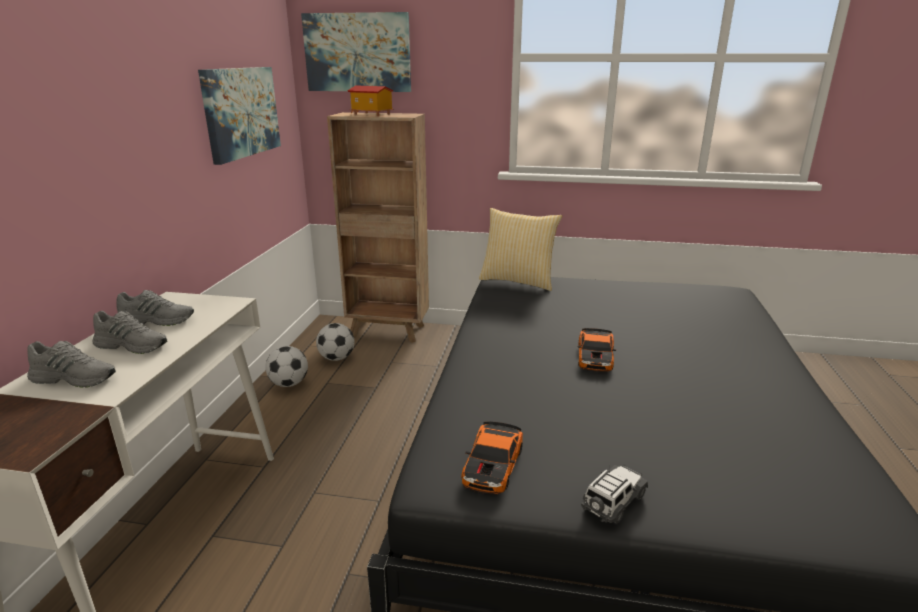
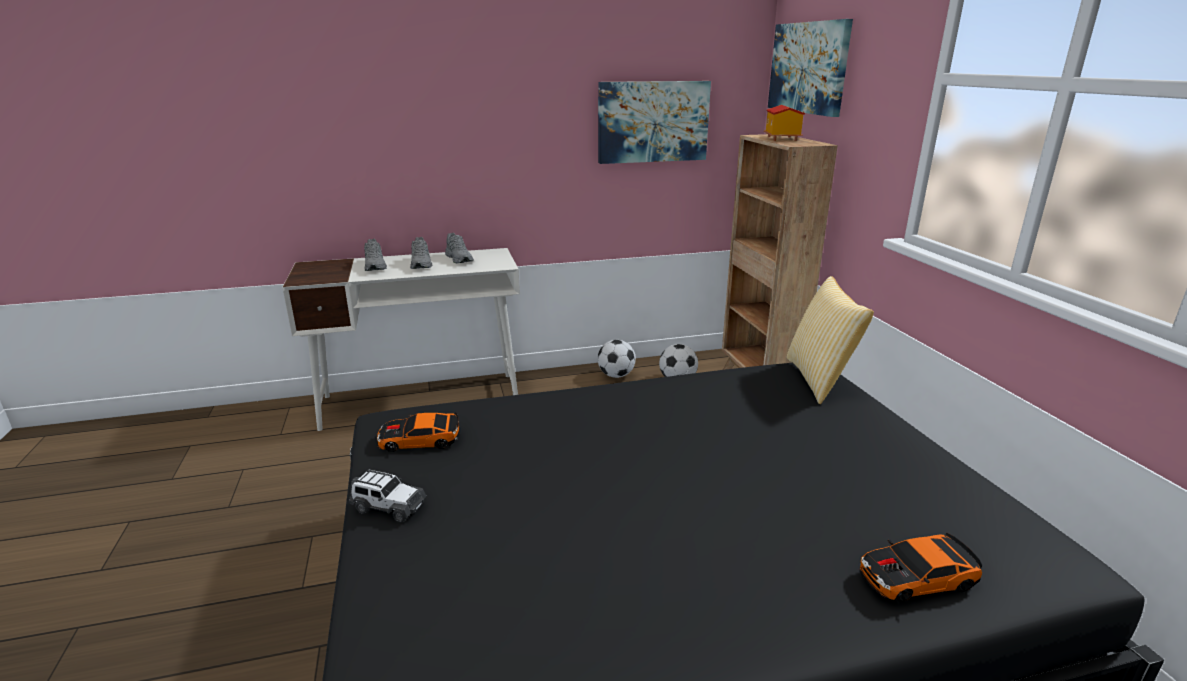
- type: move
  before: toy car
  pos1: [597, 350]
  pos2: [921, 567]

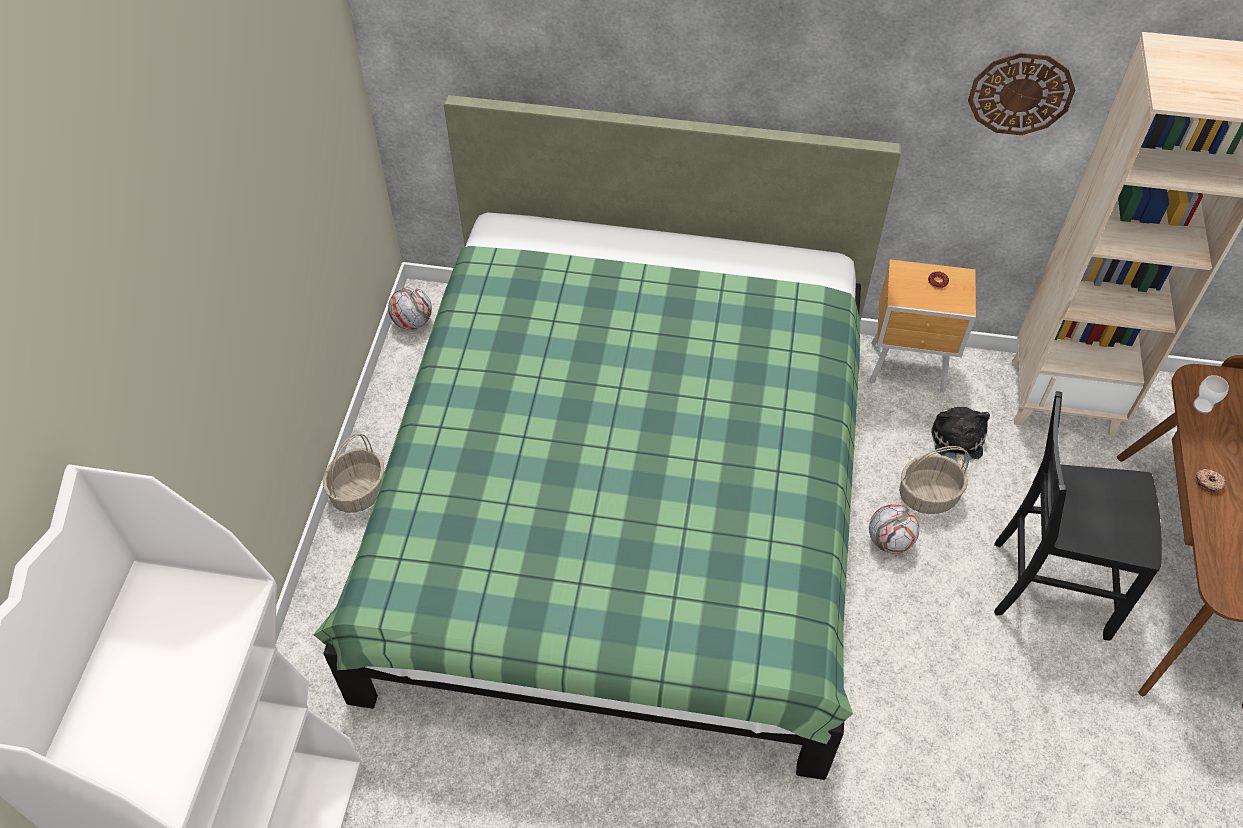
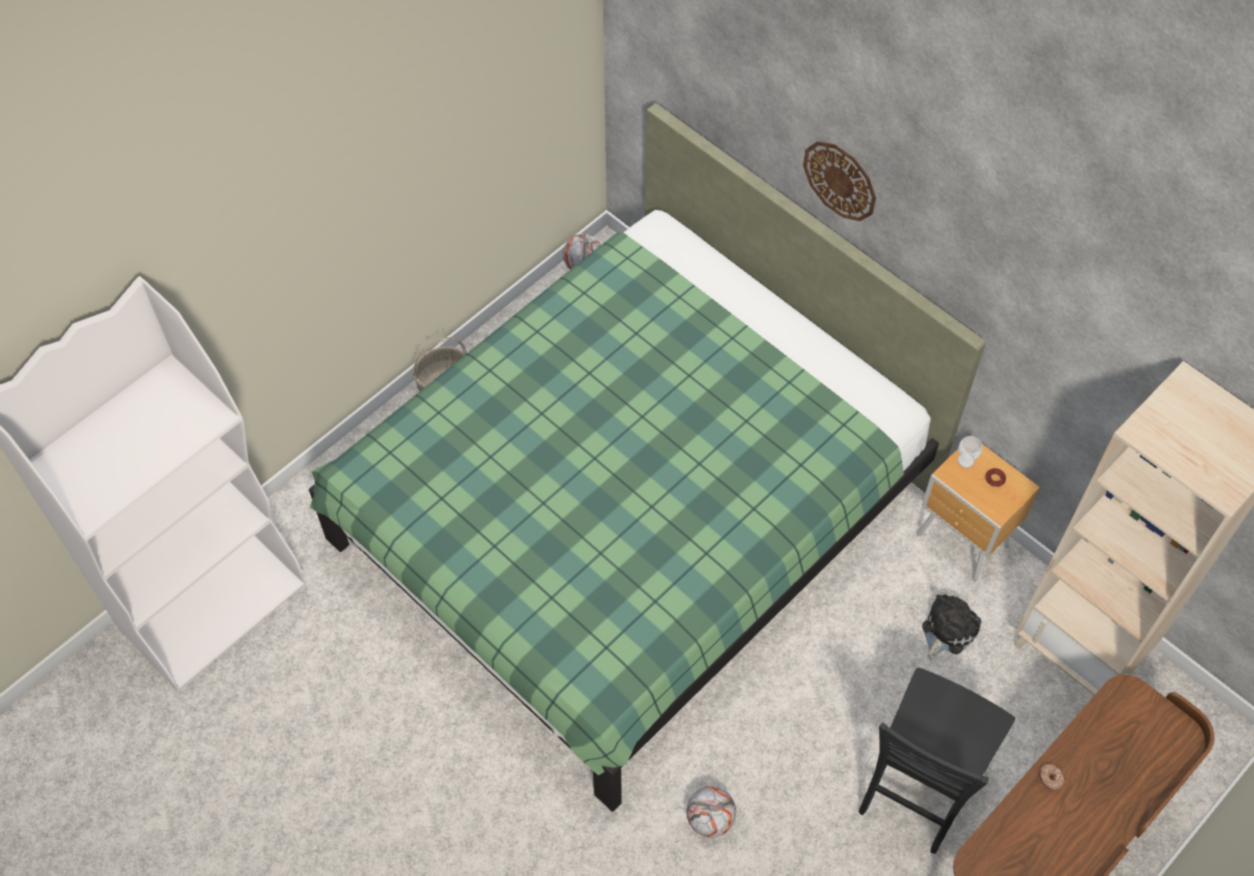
- type: move
  before: ball for football
  pos1: [894, 528]
  pos2: [711, 811]
- type: delete
  before: basket
  pos1: [934, 480]
- type: move
  before: hanging clock
  pos1: [1021, 94]
  pos2: [839, 181]
- type: rotate
  before: black upright chair
  pos1: [1078, 516]
  pos2: [937, 761]
  turn: -105
- type: move
  before: drinking cup
  pos1: [1211, 394]
  pos2: [970, 452]

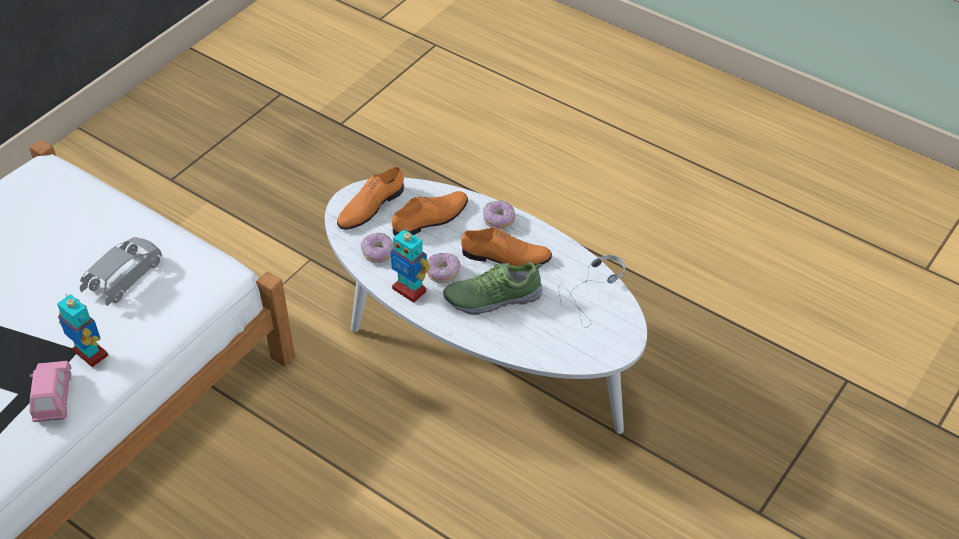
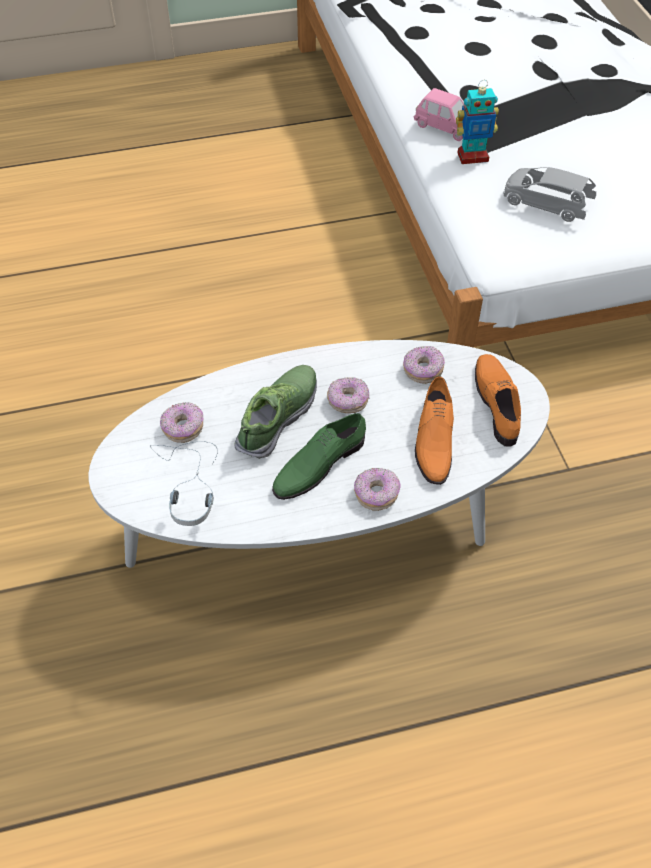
- type: rotate
  before: grey toy car
  pos1: [121, 271]
  pos2: [550, 194]
  turn: 135
- type: delete
  before: model robot
  pos1: [410, 265]
- type: recolor
  before: orange-coloured item of footwear
  after: greenish item of footwear
  pos1: [506, 246]
  pos2: [319, 456]
- type: insert
  after: ring doughnut
  pos2: [181, 422]

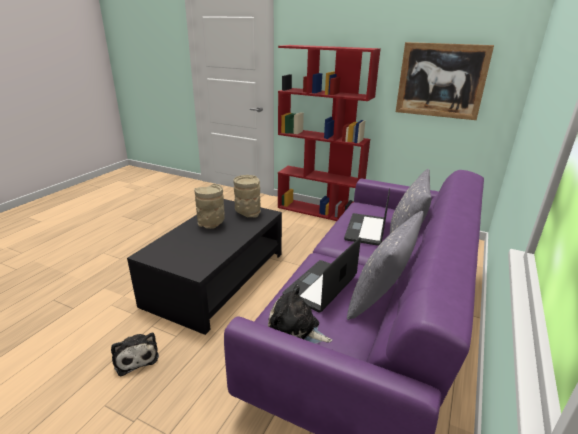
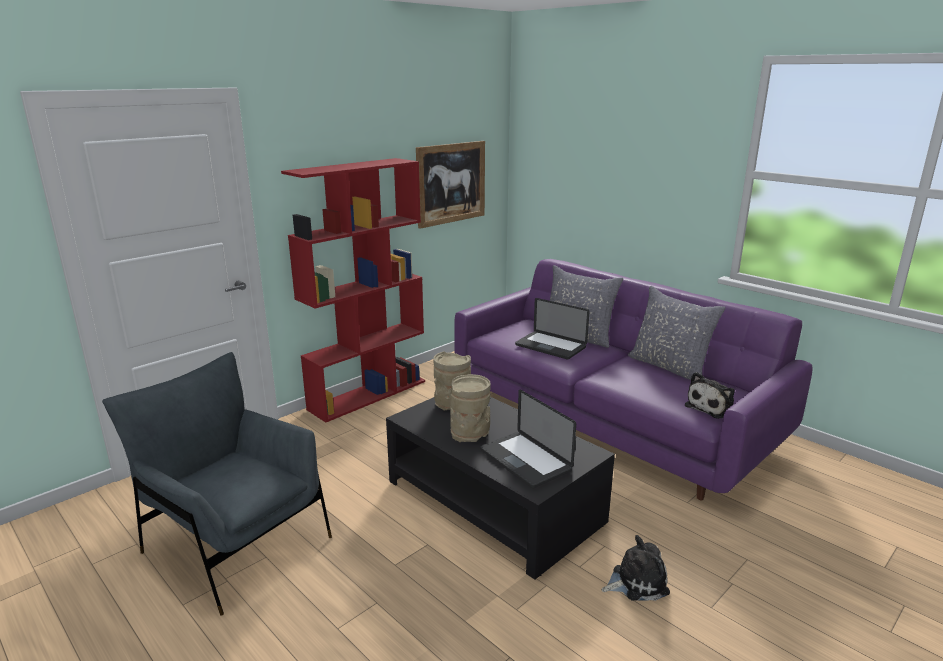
- type: move
  before: laptop
  pos1: [322, 275]
  pos2: [528, 439]
- type: insert
  after: grey easy chair
  pos2: [217, 484]

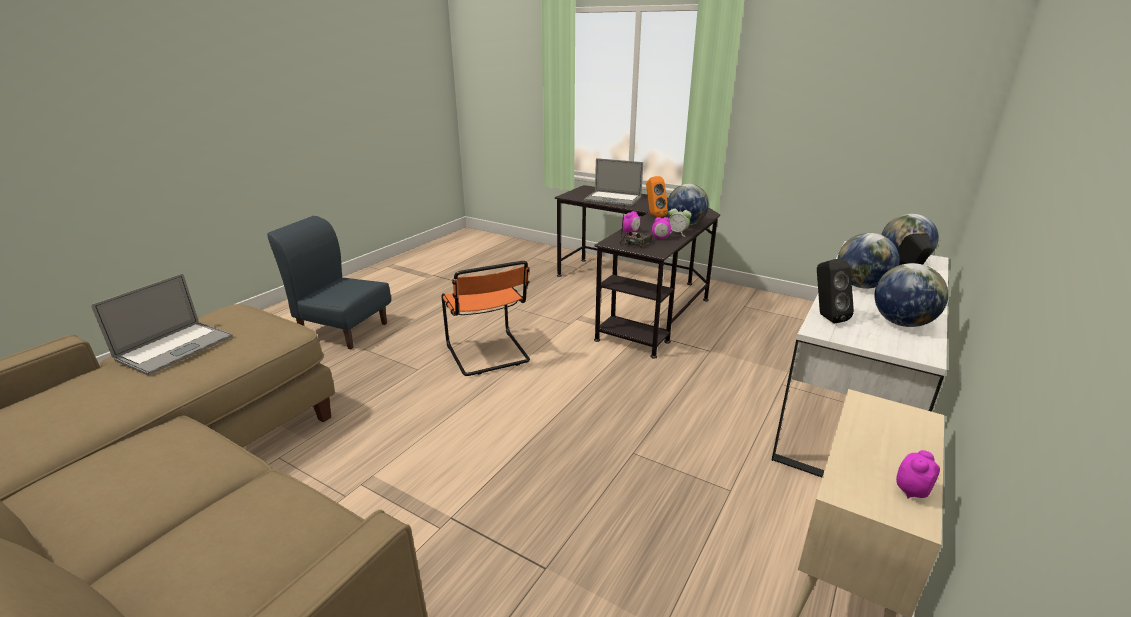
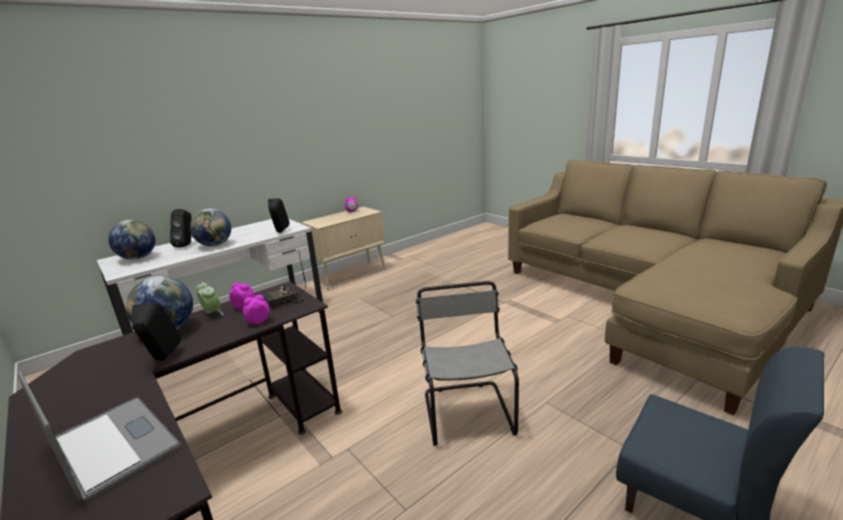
- type: delete
  before: laptop
  pos1: [162, 324]
- type: recolor
  before: orange-coloured upright chair
  after: grey upright chair
  pos1: [485, 318]
  pos2: [467, 363]
- type: recolor
  before: orange-coloured audio speaker
  after: black audio speaker
  pos1: [657, 196]
  pos2: [156, 332]
- type: delete
  before: globe
  pos1: [911, 295]

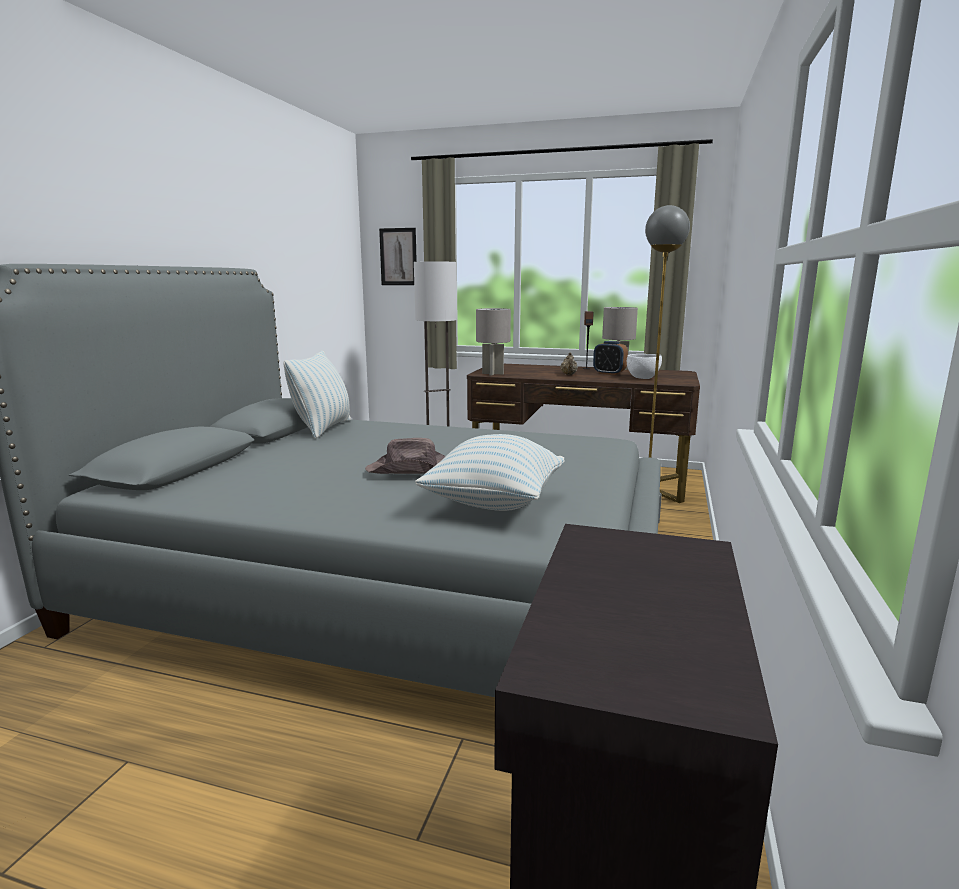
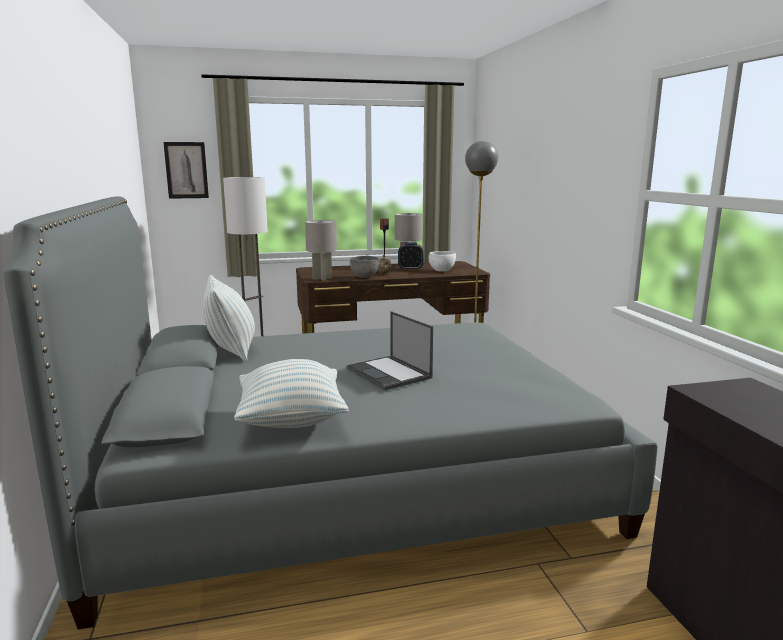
- type: replace
  before: brown-coloured hat
  after: laptop
  pos1: [405, 456]
  pos2: [390, 350]
- type: move
  before: pillow
  pos1: [490, 472]
  pos2: [291, 393]
- type: insert
  after: grey serving bowl
  pos2: [364, 267]

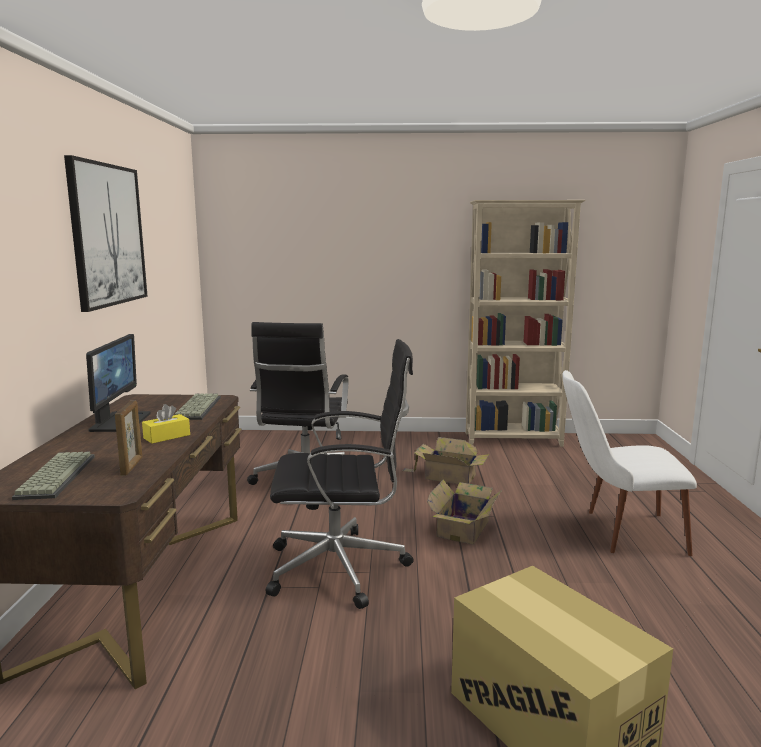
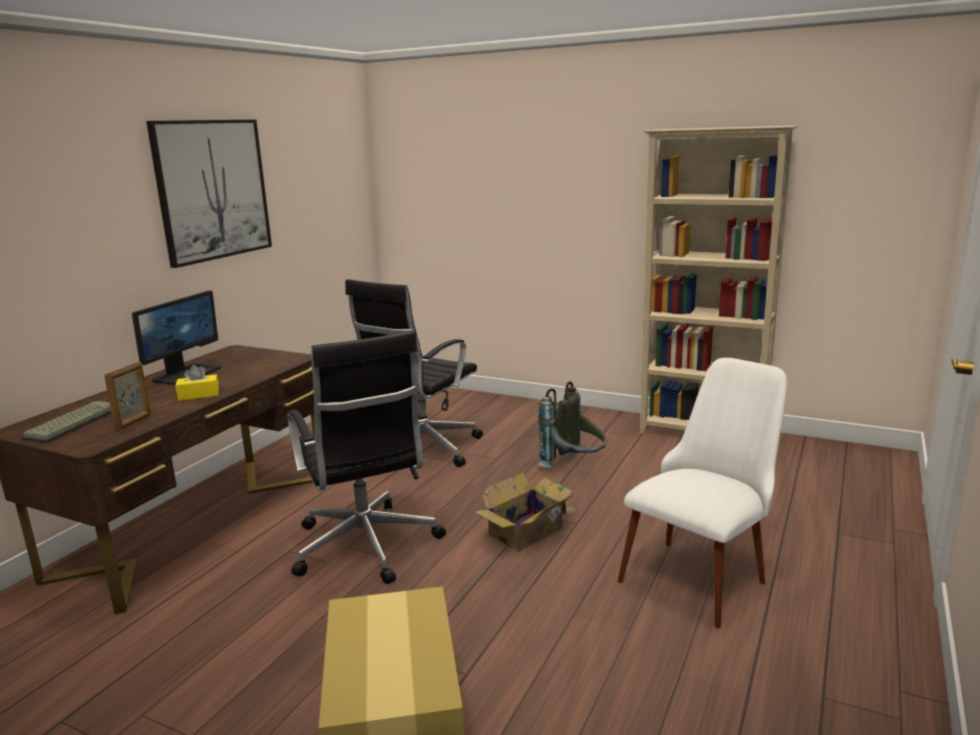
- type: delete
  before: keyboard
  pos1: [198, 407]
- type: rotate
  before: black desk chair
  pos1: [340, 474]
  pos2: [366, 457]
  turn: 45
- type: replace
  before: carton
  after: grey knapsack
  pos1: [446, 460]
  pos2: [572, 425]
- type: rotate
  before: white upright chair
  pos1: [629, 463]
  pos2: [702, 493]
  turn: 105

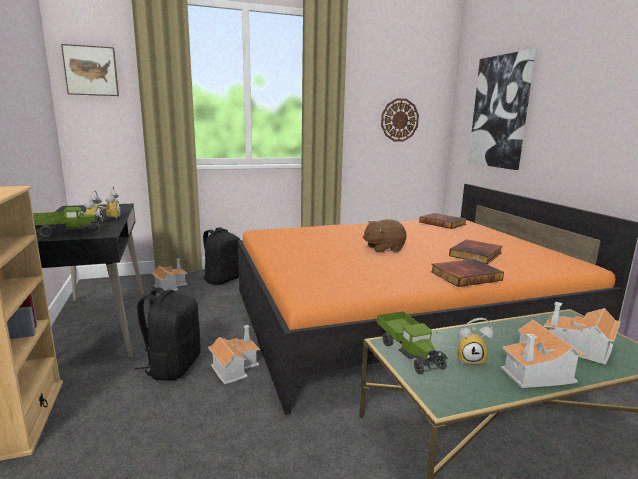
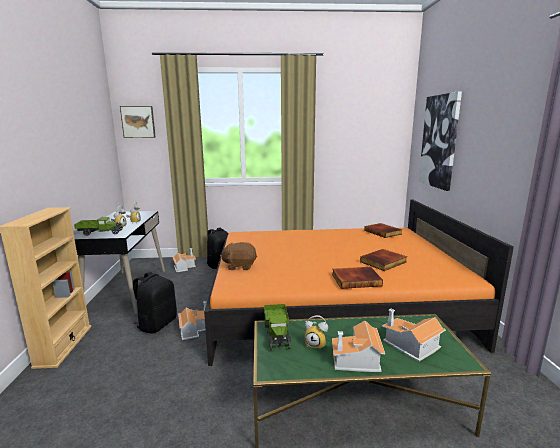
- type: move
  before: brown-coloured soft toy
  pos1: [385, 236]
  pos2: [238, 256]
- type: delete
  before: hanging clock
  pos1: [400, 119]

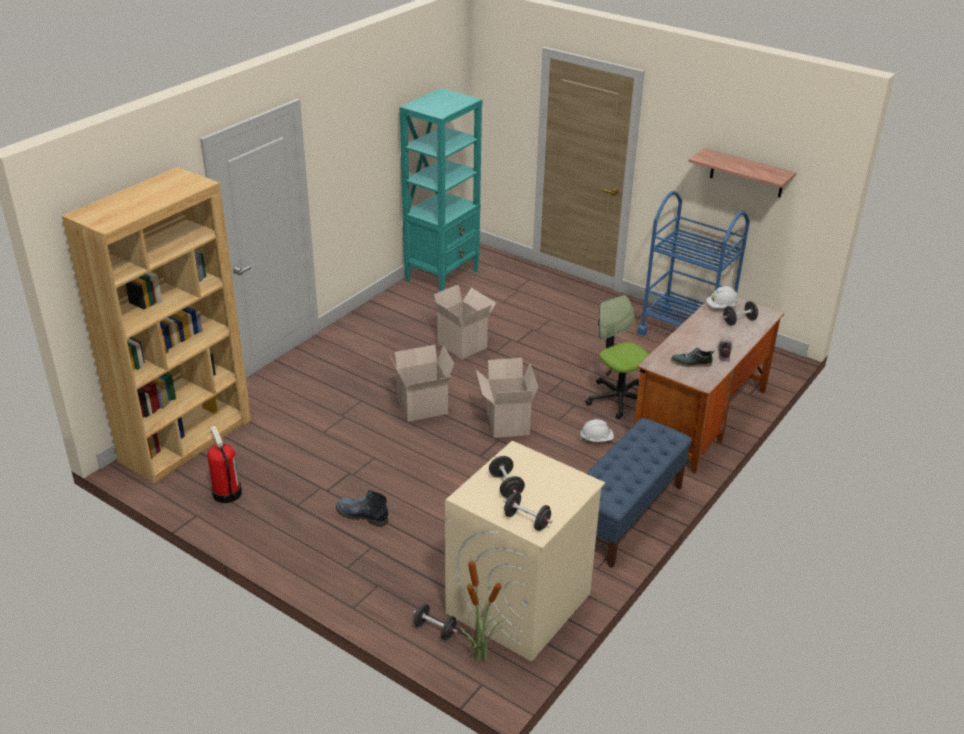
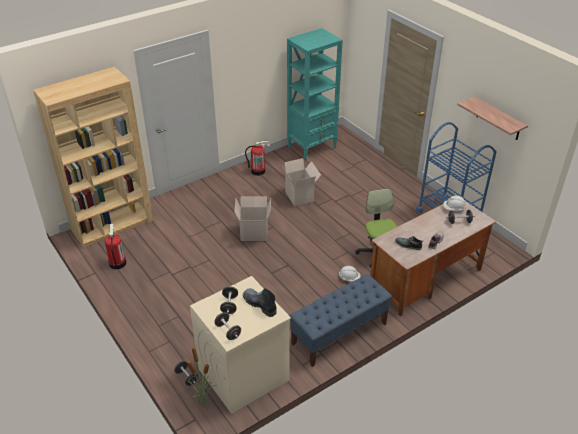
- type: move
  before: tall boot
  pos1: [362, 508]
  pos2: [260, 302]
- type: delete
  before: carton
  pos1: [507, 398]
- type: insert
  after: fire-fighting cylinder
  pos2: [258, 158]

